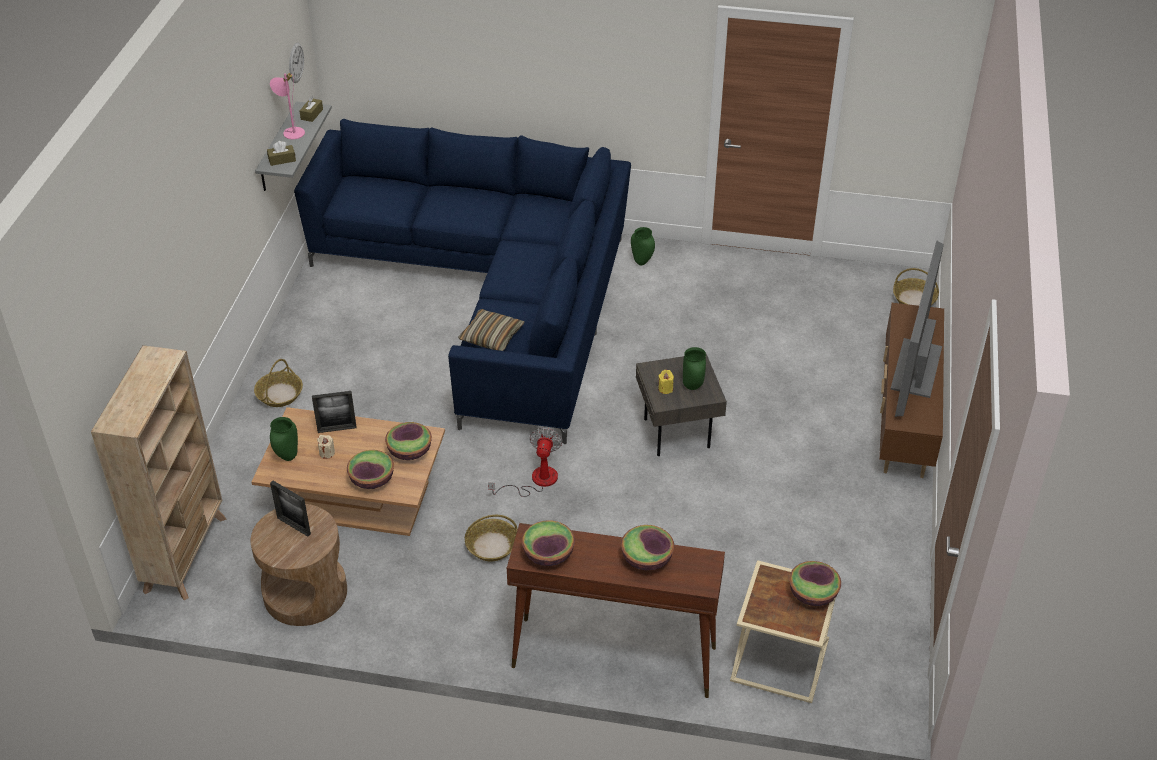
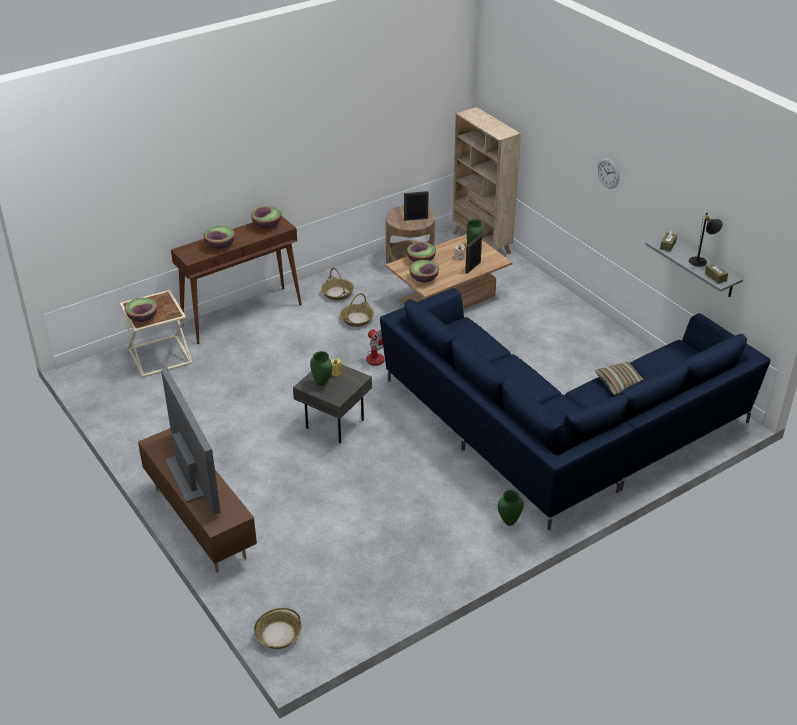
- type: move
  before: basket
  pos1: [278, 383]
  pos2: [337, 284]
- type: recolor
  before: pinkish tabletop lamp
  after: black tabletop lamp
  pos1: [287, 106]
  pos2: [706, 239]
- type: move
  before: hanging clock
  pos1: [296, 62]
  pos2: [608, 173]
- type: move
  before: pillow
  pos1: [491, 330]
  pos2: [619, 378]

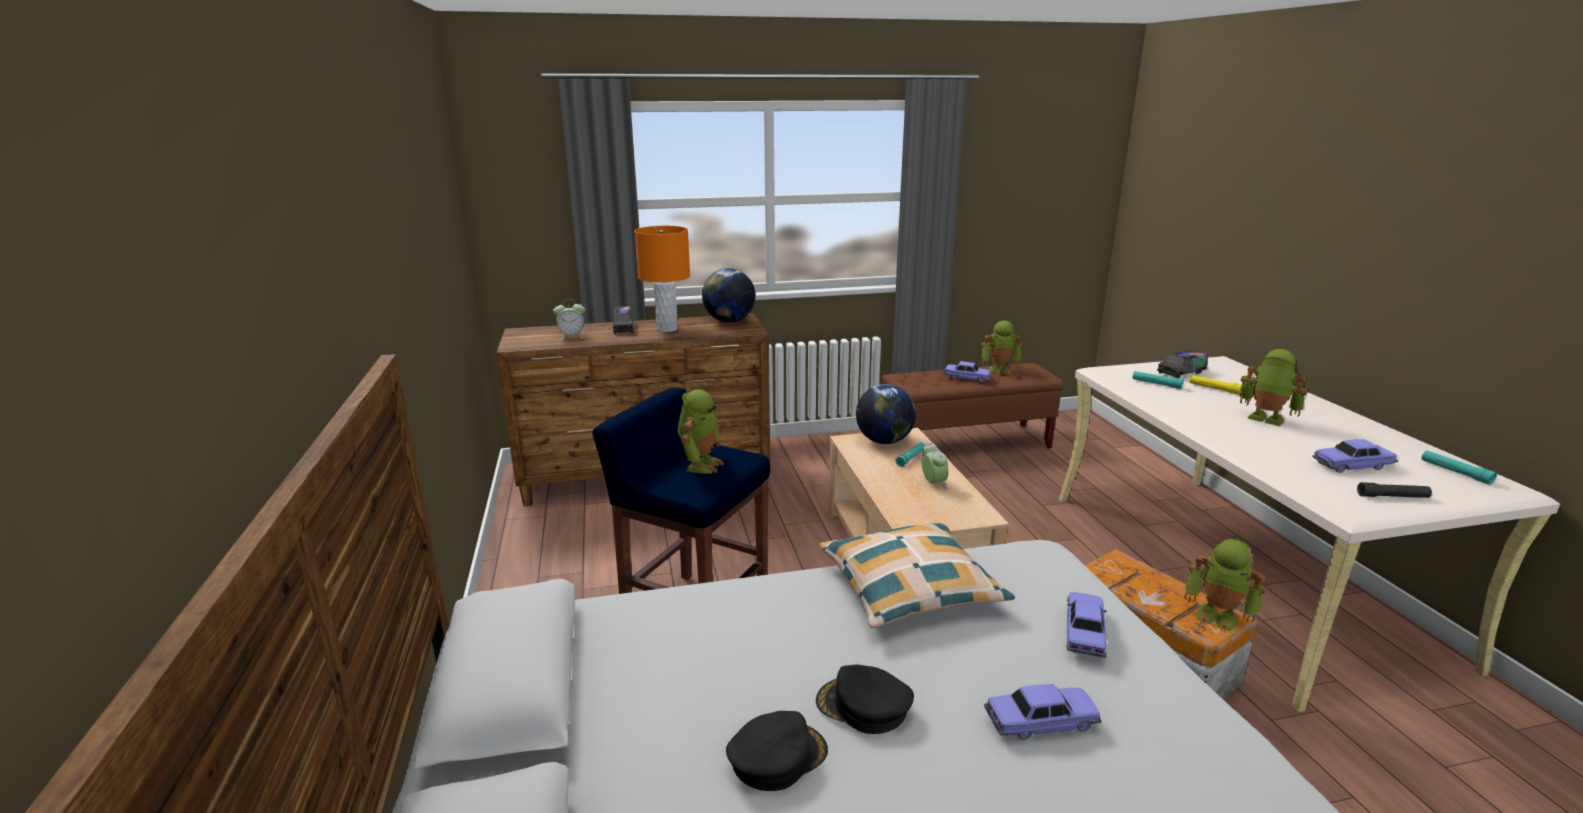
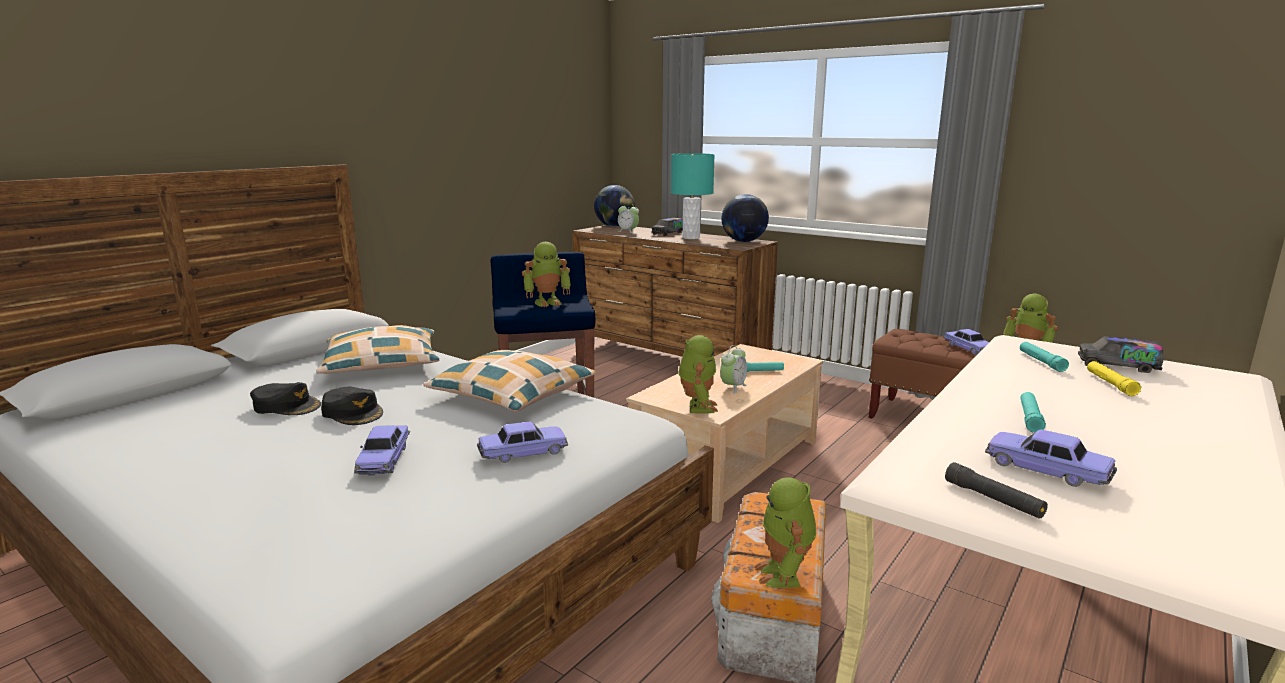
- type: recolor
  before: orange-coloured tabletop lamp
  after: turquoise tabletop lamp
  pos1: [662, 279]
  pos2: [693, 196]
- type: rotate
  before: black baseball cap
  pos1: [865, 699]
  pos2: [352, 406]
  turn: 150
- type: move
  before: globe
  pos1: [886, 414]
  pos2: [614, 206]
- type: rotate
  before: toy car
  pos1: [1043, 712]
  pos2: [382, 450]
  turn: 45
- type: move
  before: model robot
  pos1: [1273, 387]
  pos2: [698, 374]
- type: move
  before: turquoise hand torch
  pos1: [1459, 468]
  pos2: [1033, 412]
- type: insert
  after: pillow
  pos2: [377, 349]

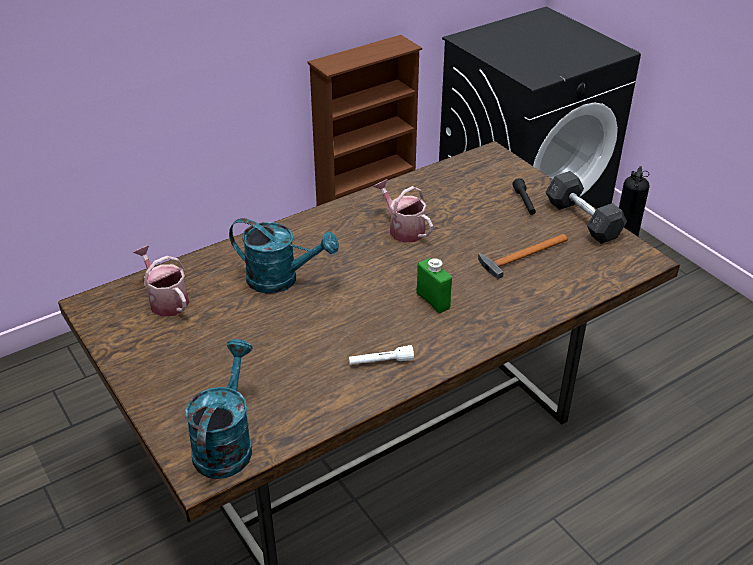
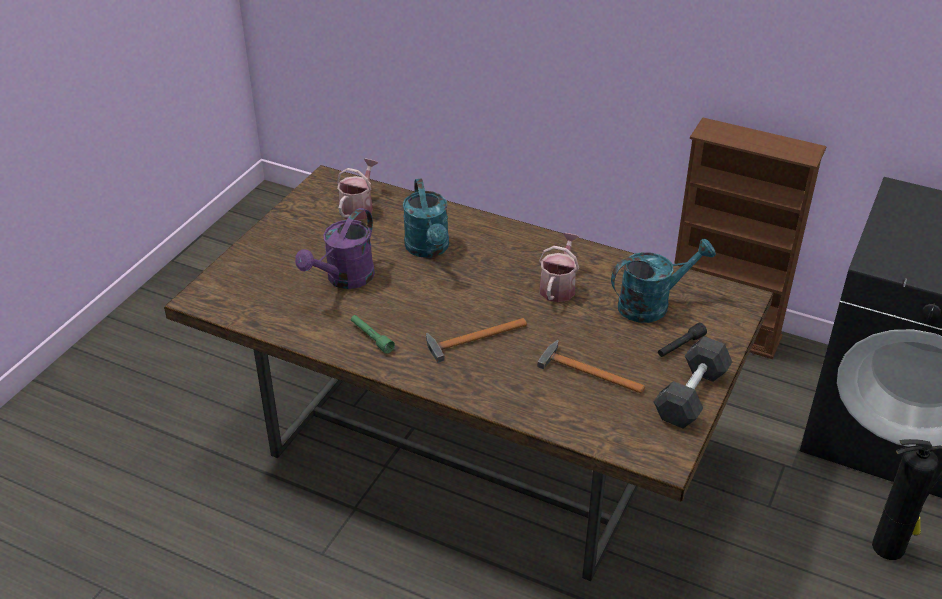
- type: move
  before: turquoise watering pot
  pos1: [219, 409]
  pos2: [663, 280]
- type: recolor
  before: white hand torch
  after: greenish hand torch
  pos1: [381, 355]
  pos2: [373, 334]
- type: replace
  before: greenish drink bottle
  after: hand hammer
  pos1: [434, 285]
  pos2: [476, 340]
- type: insert
  after: purplish watering pot
  pos2: [335, 248]

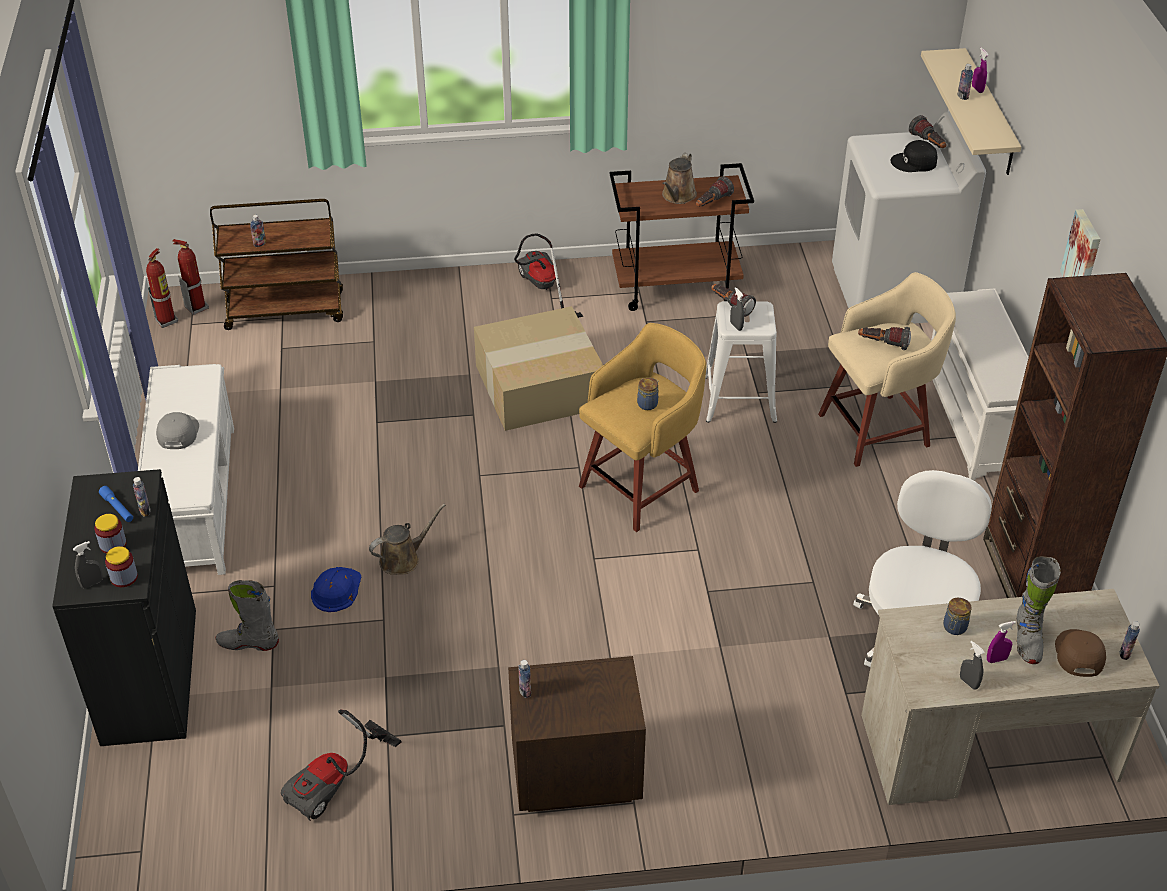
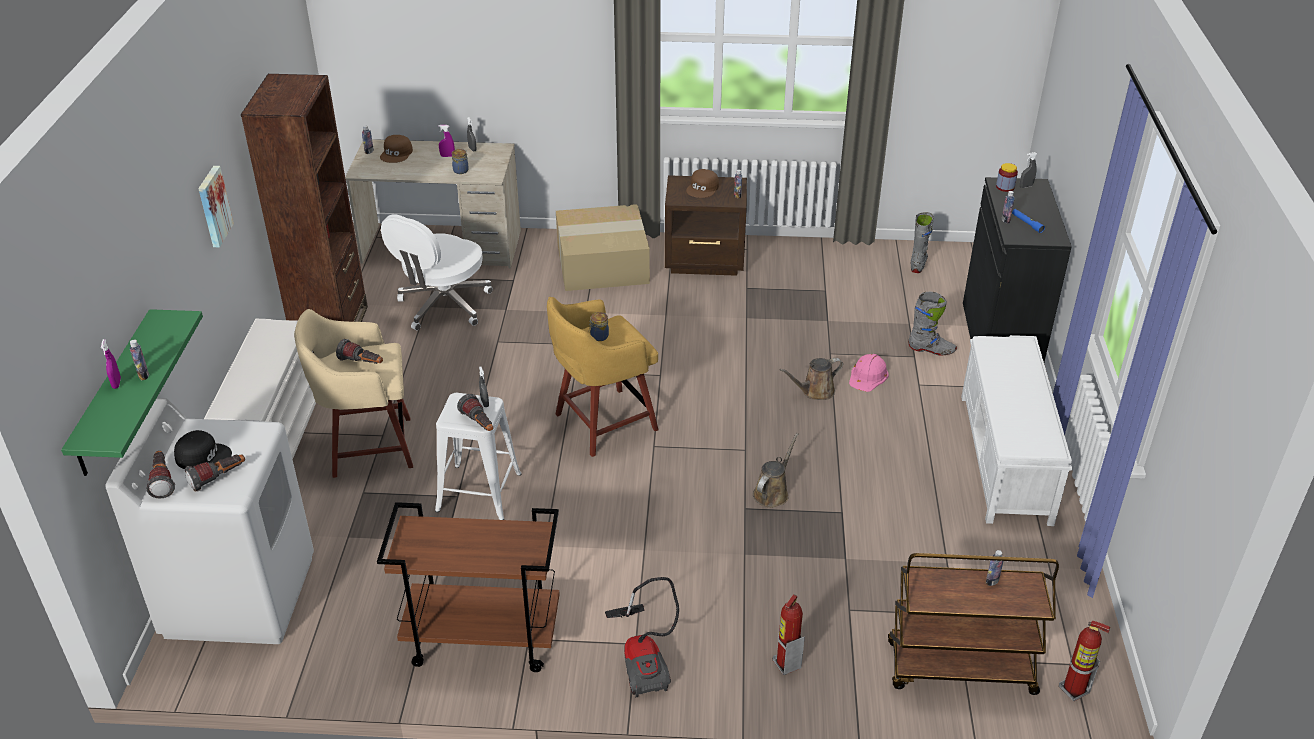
- type: delete
  before: jar
  pos1: [110, 534]
- type: move
  before: fire-fighting cylinder
  pos1: [162, 288]
  pos2: [789, 635]
- type: delete
  before: grey baseball cap
  pos1: [177, 430]
- type: delete
  before: vacuum
  pos1: [341, 765]
- type: recolor
  before: bluish work helmet
  after: pinkish work helmet
  pos1: [336, 589]
  pos2: [869, 373]
- type: move
  before: carton
  pos1: [538, 368]
  pos2: [603, 247]
- type: move
  before: brown-coloured watering pot
  pos1: [679, 178]
  pos2: [776, 470]
- type: move
  before: hand torch
  pos1: [715, 191]
  pos2: [215, 473]
- type: recolor
  before: beige bracket shelf
  after: greenish bracket shelf
  pos1: [971, 111]
  pos2: [132, 392]
- type: move
  before: grey tall boot
  pos1: [1039, 610]
  pos2: [922, 242]
- type: insert
  after: brown-coloured baseball cap
  pos2: [702, 183]

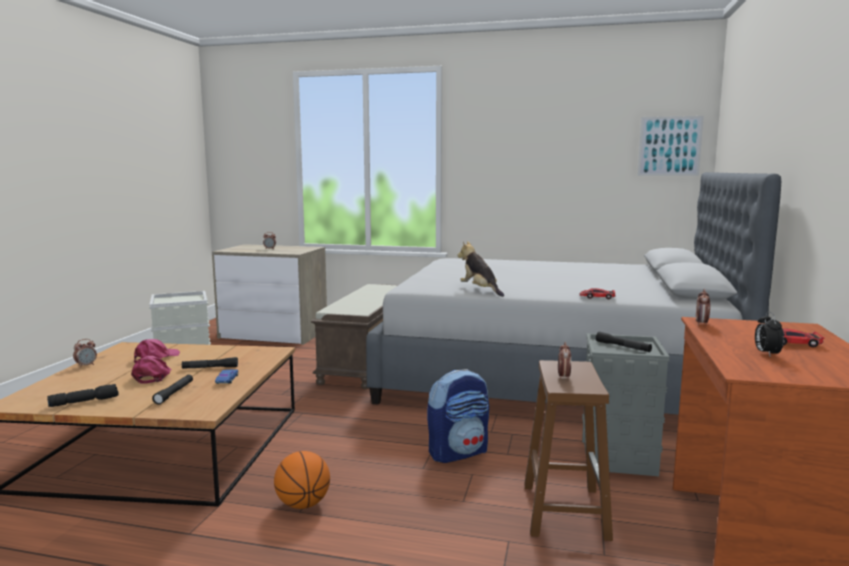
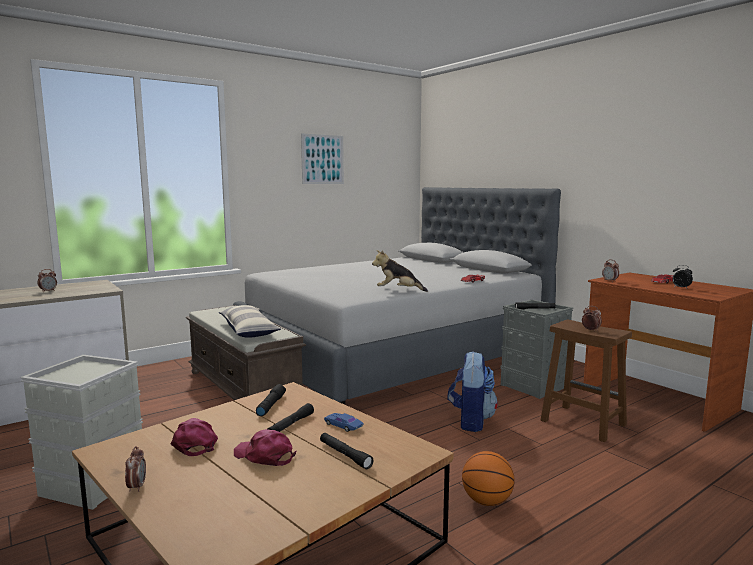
- type: move
  before: black hand torch
  pos1: [83, 395]
  pos2: [271, 400]
- type: move
  before: wall art
  pos1: [671, 146]
  pos2: [322, 158]
- type: insert
  after: pillow
  pos2: [250, 321]

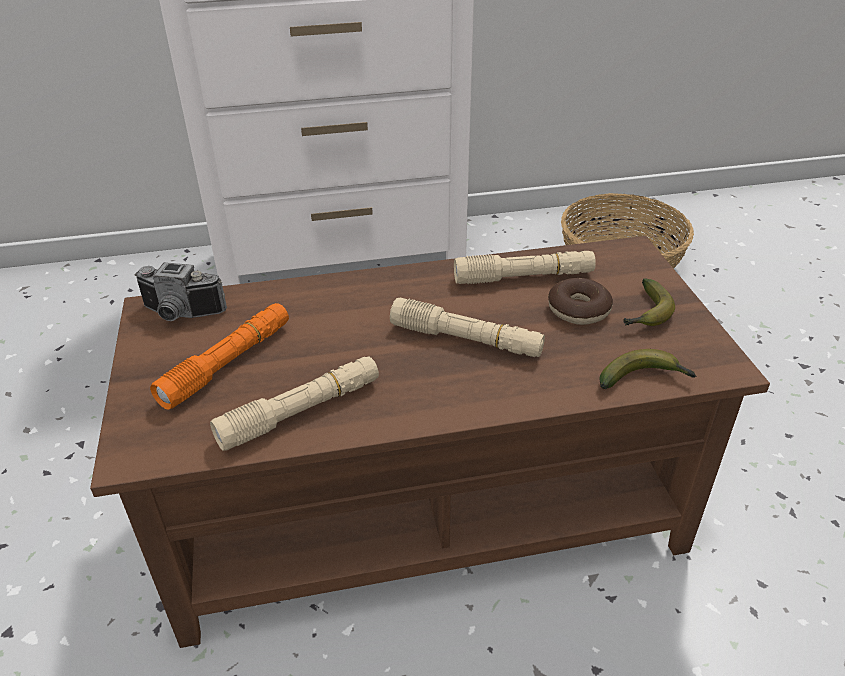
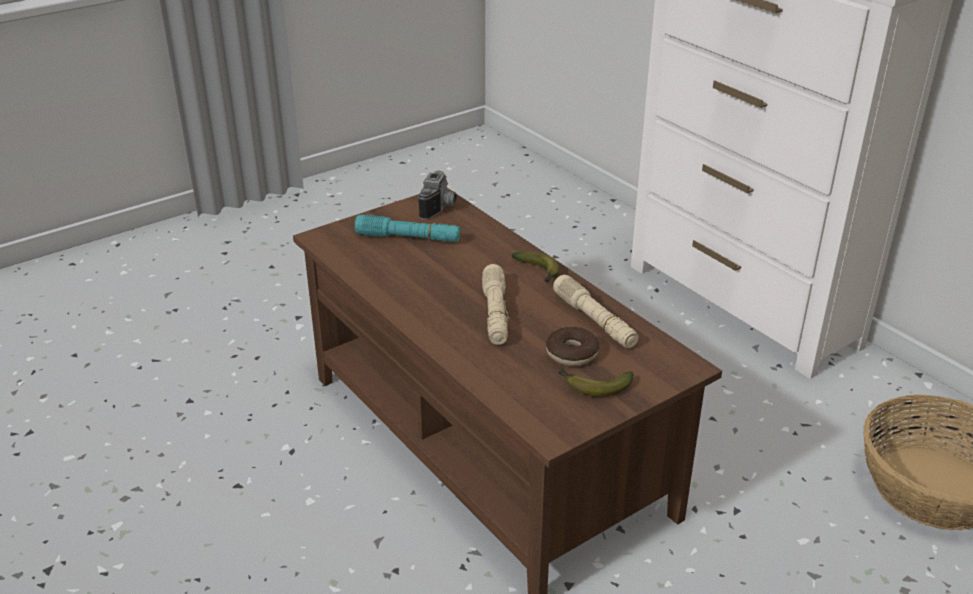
- type: rotate
  before: photo camera
  pos1: [180, 291]
  pos2: [437, 195]
  turn: -150
- type: recolor
  before: orange-coloured hand torch
  after: turquoise hand torch
  pos1: [219, 356]
  pos2: [407, 228]
- type: delete
  before: beige hand torch
  pos1: [294, 403]
- type: move
  before: whole banana
  pos1: [648, 369]
  pos2: [535, 267]

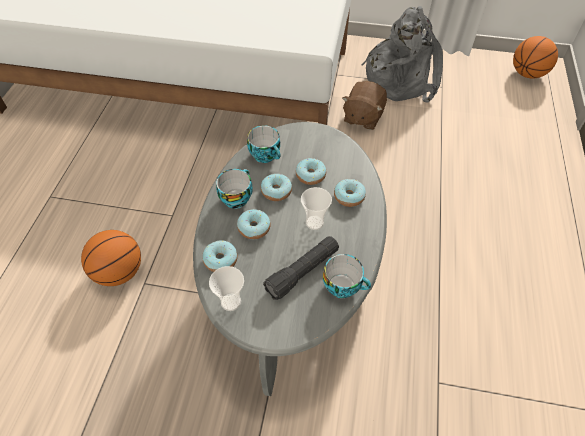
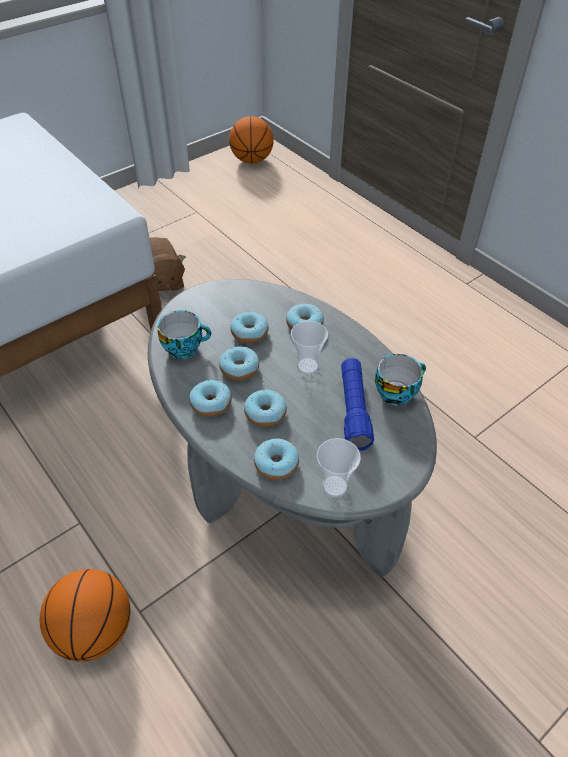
- type: replace
  before: drinking cup
  after: ring doughnut
  pos1: [234, 189]
  pos2: [211, 398]
- type: recolor
  before: black hand torch
  after: bluish hand torch
  pos1: [301, 268]
  pos2: [357, 404]
- type: delete
  before: grey knapsack
  pos1: [402, 54]

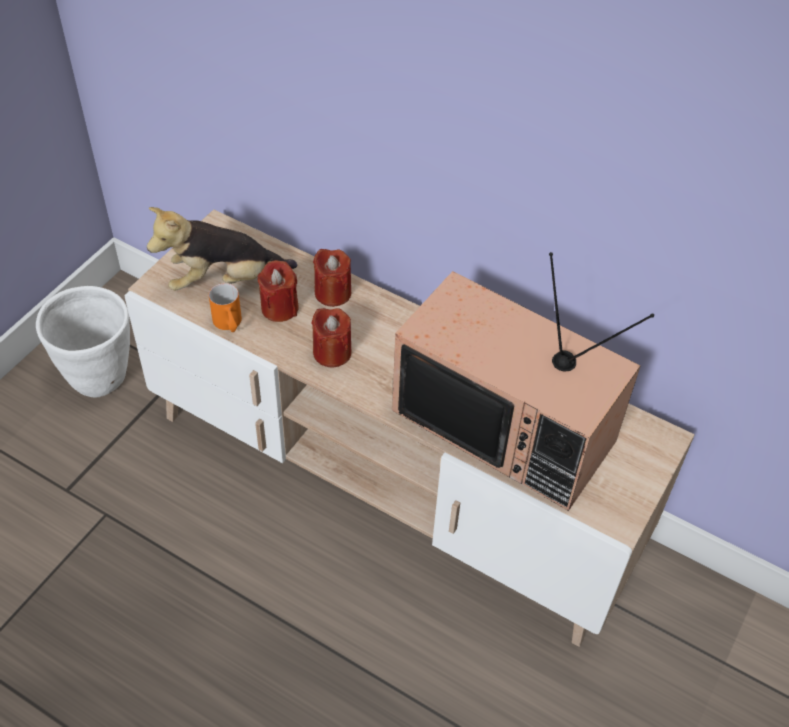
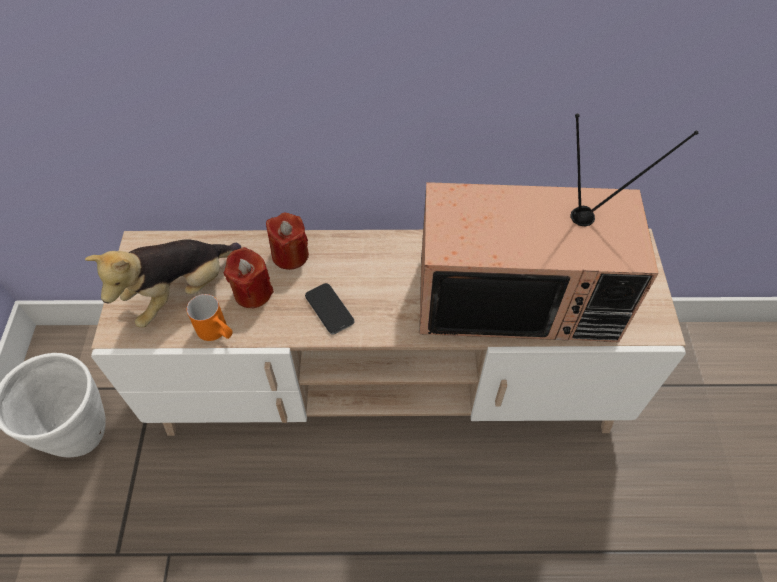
- type: replace
  before: red wax candle
  after: telephone
  pos1: [331, 338]
  pos2: [330, 308]

